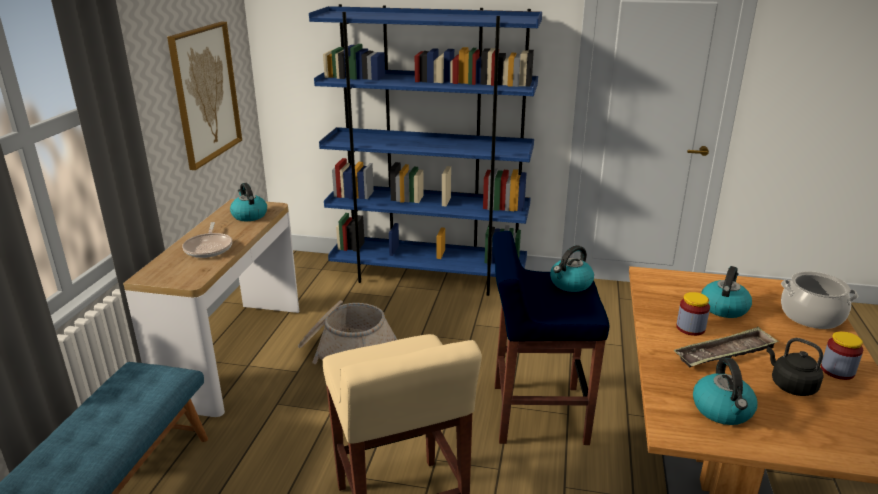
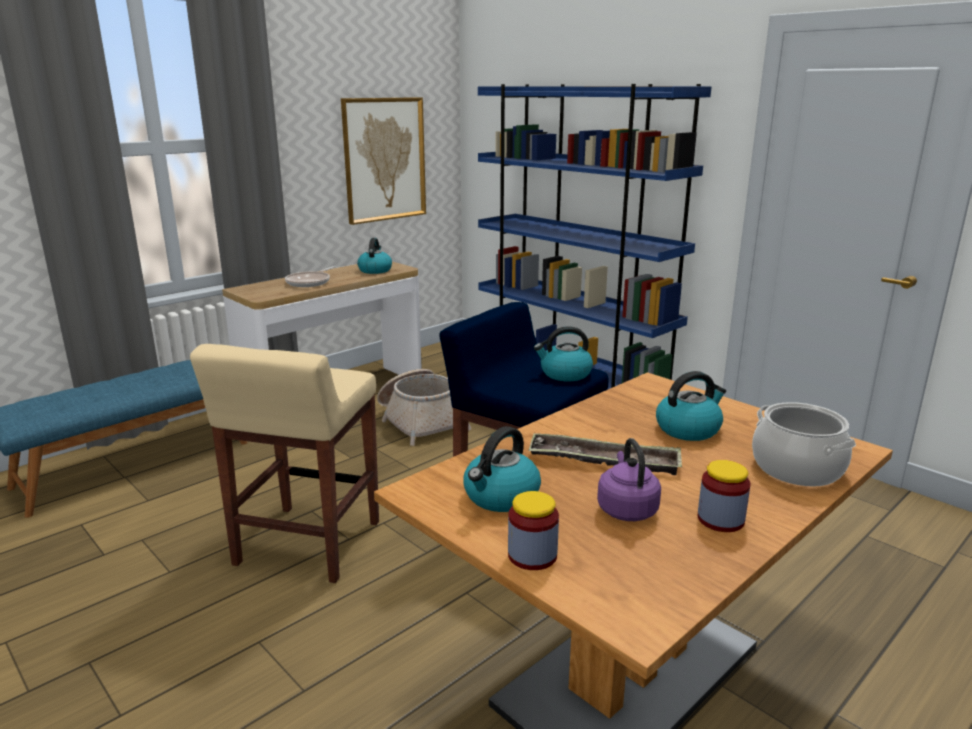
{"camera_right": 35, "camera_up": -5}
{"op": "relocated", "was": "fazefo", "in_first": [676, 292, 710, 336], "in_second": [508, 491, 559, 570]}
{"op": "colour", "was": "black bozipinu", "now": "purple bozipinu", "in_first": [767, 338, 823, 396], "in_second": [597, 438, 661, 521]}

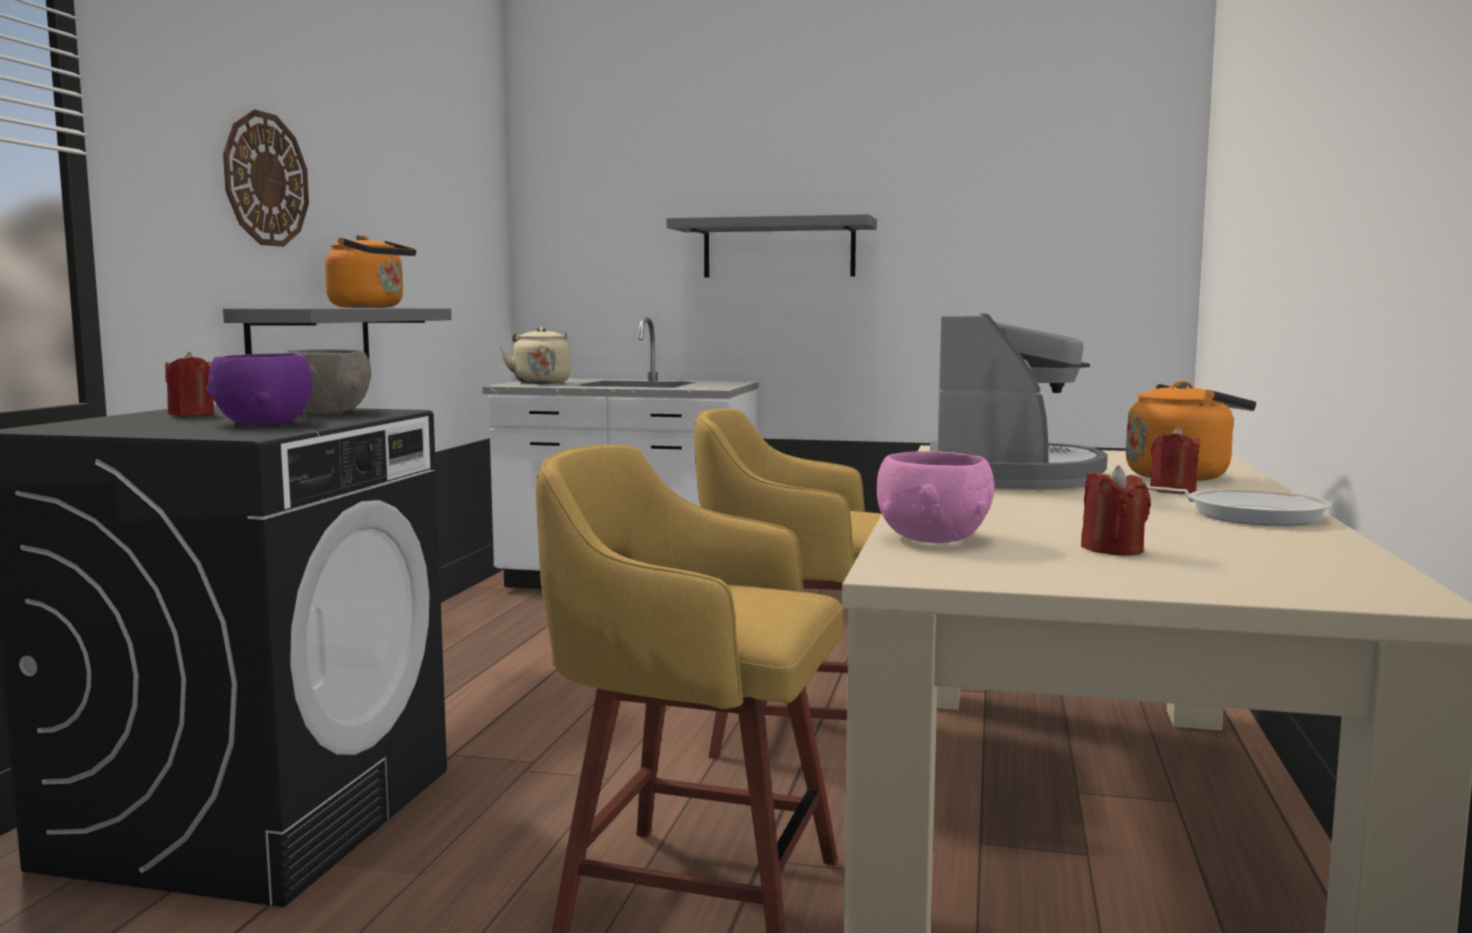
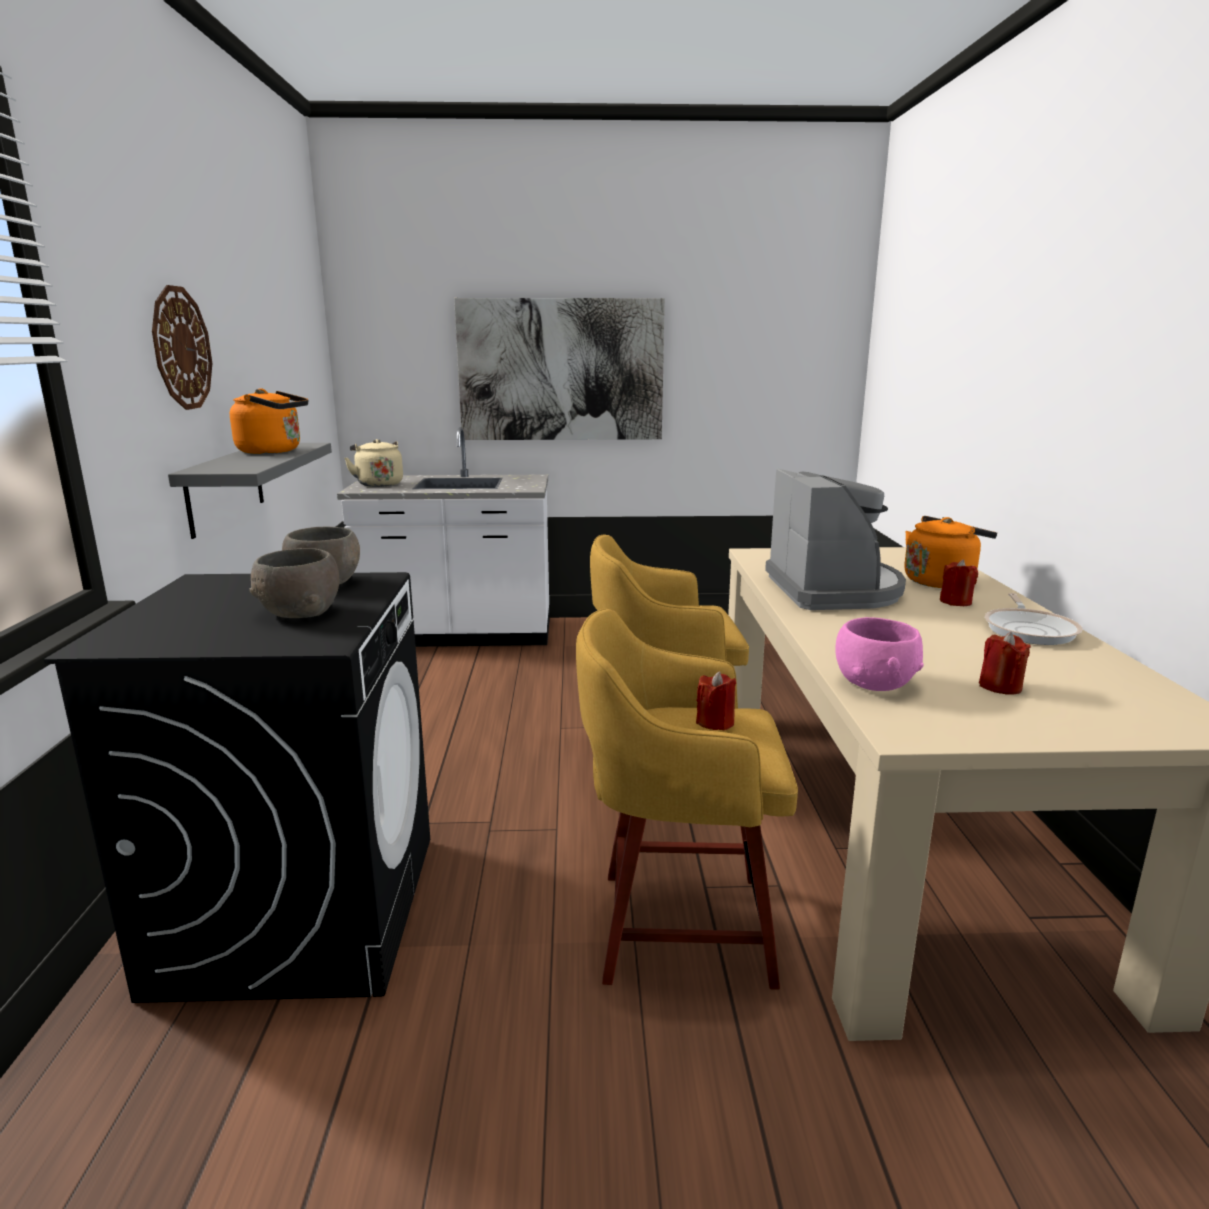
{"camera_right": -15, "camera_up": 10}
{"op": "relocated", "was": "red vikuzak", "in_first": [165, 351, 214, 416], "in_second": [696, 671, 736, 730]}
{"op": "colour", "was": "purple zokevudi", "now": "grey zokevudi", "in_first": [206, 353, 312, 424], "in_second": [249, 548, 339, 618]}
{"op": "exchanged", "was": "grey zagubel", "now": "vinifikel", "in_first": [667, 214, 877, 277], "in_second": [454, 298, 665, 440]}
{"op": "spun", "was": "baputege", "in_first": [1147, 486, 1332, 526], "in_second": [985, 593, 1083, 645], "clockwise": 90}

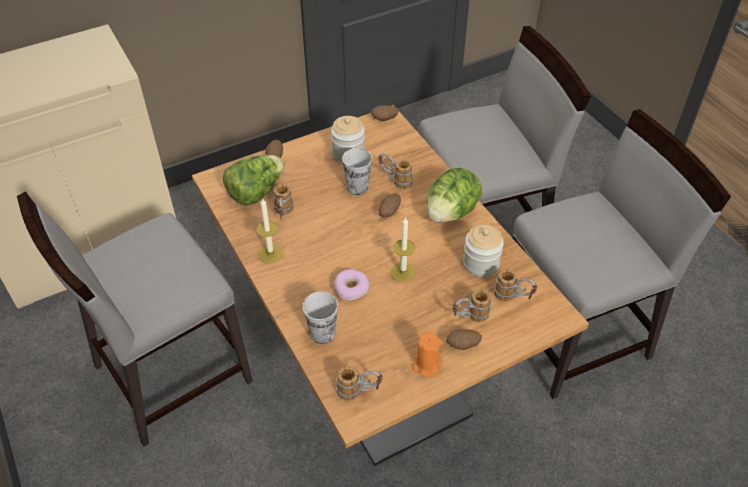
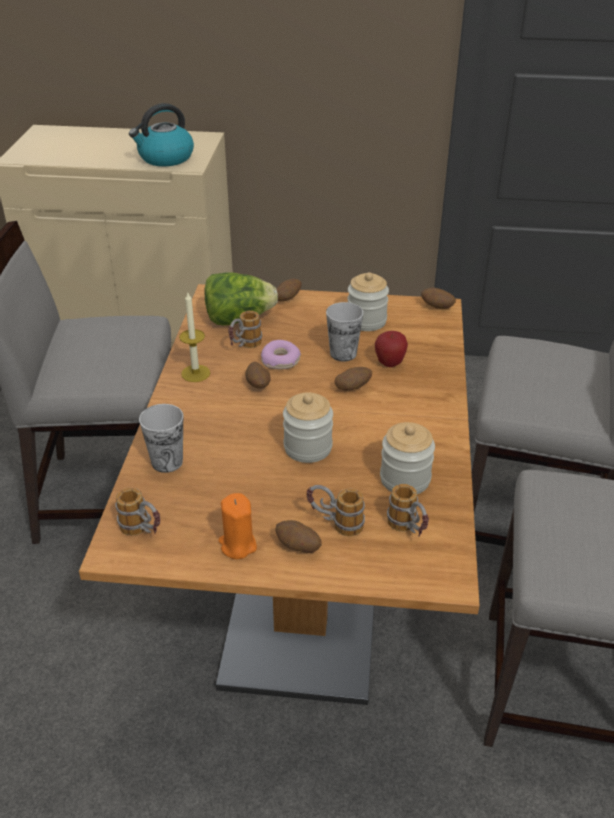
{"camera_right": 35, "camera_up": -10}
{"op": "relocated", "was": "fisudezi", "in_first": [334, 269, 370, 301], "in_second": [261, 340, 301, 369]}
{"op": "exchanged", "was": "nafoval", "now": "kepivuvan", "in_first": [378, 154, 413, 189], "in_second": [375, 331, 408, 367]}
{"op": "exchanged", "was": "vikuzak", "now": "fazefo", "in_first": [391, 217, 415, 282], "in_second": [283, 392, 333, 463]}
{"op": "missing", "was": "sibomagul", "in_first": [427, 168, 482, 223]}
{"op": "appeared", "now": "bozipinu", "in_second": [129, 103, 194, 166]}
{"op": "appeared", "now": "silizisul", "in_second": [245, 362, 271, 389]}

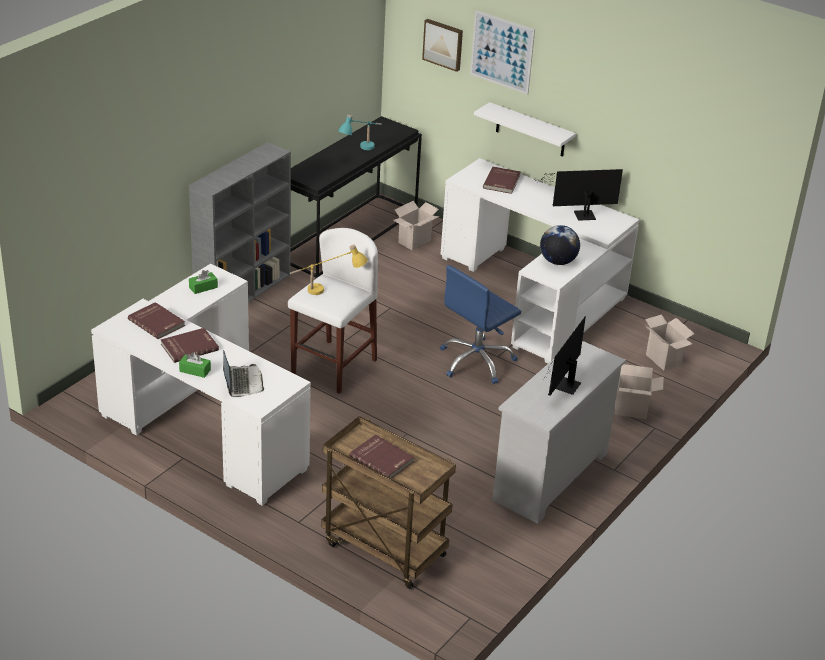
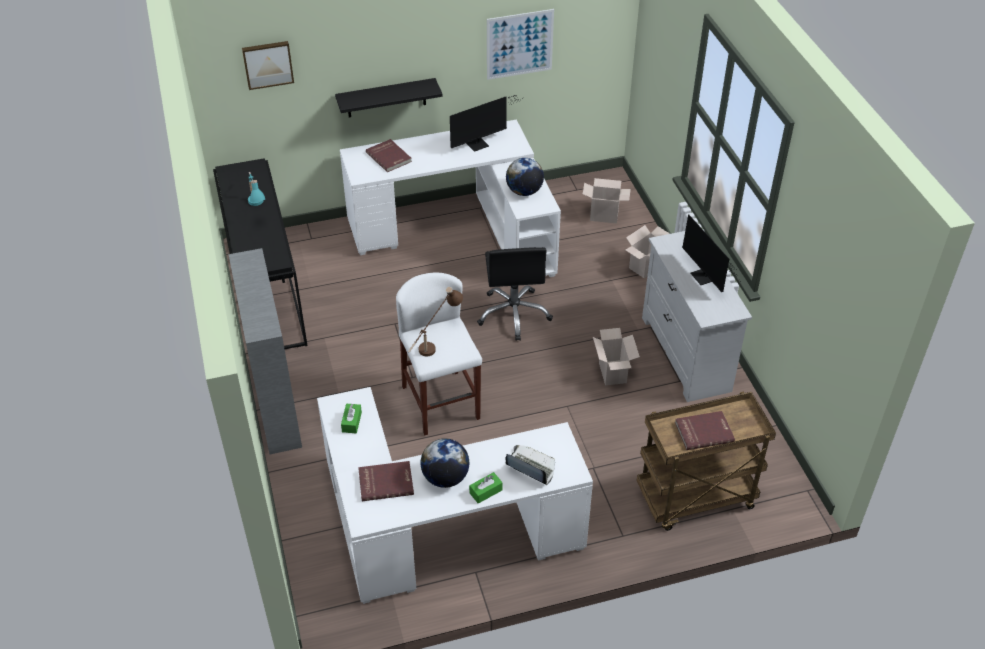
{"camera_right": -50, "camera_up": 10}
{"op": "exchanged", "was": "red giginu", "now": "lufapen", "in_first": [161, 328, 219, 363], "in_second": [421, 438, 469, 488]}
{"op": "colour", "was": "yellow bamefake", "now": "brown bamefake", "in_first": [290, 244, 368, 295], "in_second": [408, 287, 463, 357]}
{"op": "relocated", "was": "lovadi", "in_first": [393, 201, 439, 250], "in_second": [593, 328, 640, 385]}
{"op": "colour", "was": "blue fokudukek", "now": "black fokudukek", "in_first": [440, 265, 521, 384], "in_second": [477, 247, 553, 341]}
{"op": "relocated", "was": "vinifikel", "in_first": [470, 10, 535, 95], "in_second": [487, 9, 554, 80]}
{"op": "colour", "was": "white zagubel", "now": "black zagubel", "in_first": [474, 102, 576, 157], "in_second": [335, 78, 443, 117]}
{"op": "spun", "was": "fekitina", "in_first": [538, 169, 623, 221], "in_second": [450, 95, 521, 152], "clockwise": -150}

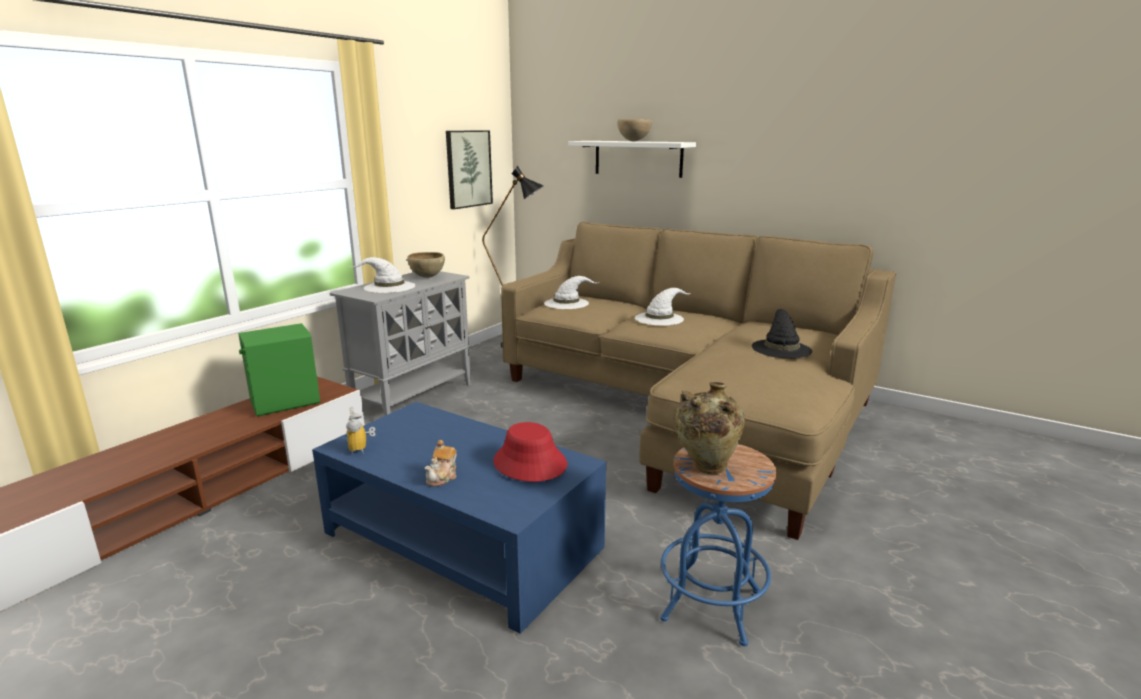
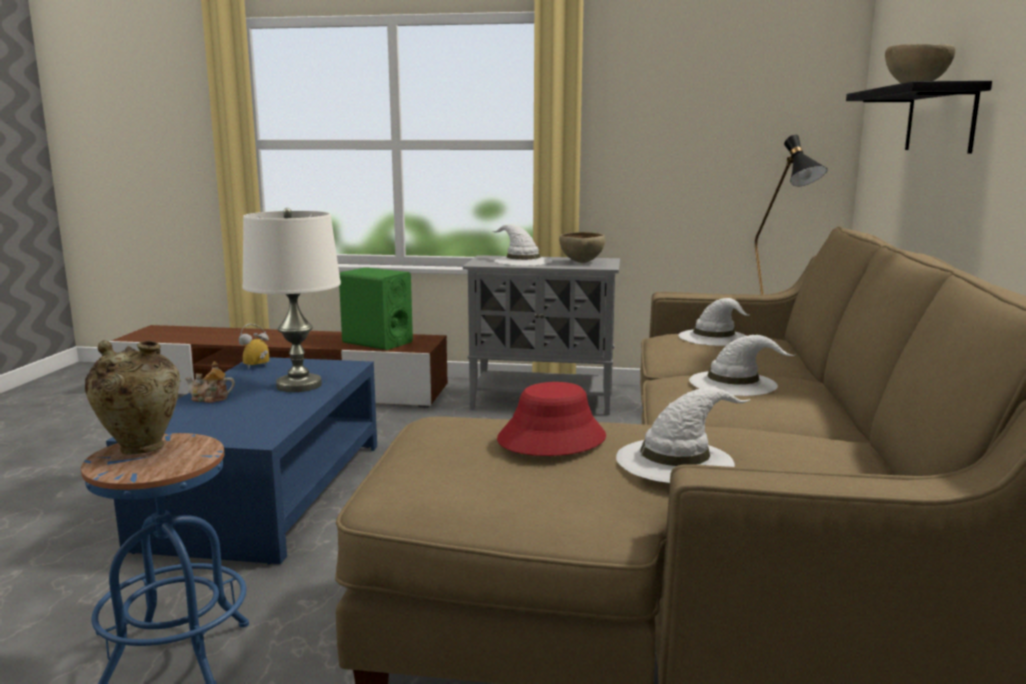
{"camera_right": 65, "camera_up": -5}
{"op": "missing", "was": "vinifikel", "in_first": [446, 130, 493, 209]}
{"op": "relocated", "was": "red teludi", "in_first": [493, 422, 567, 482], "in_second": [497, 382, 606, 456]}
{"op": "colour", "was": "white zagubel", "now": "black zagubel", "in_first": [568, 141, 696, 178], "in_second": [846, 80, 992, 153]}
{"op": "colour", "was": "black teludi", "now": "white teludi", "in_first": [752, 309, 812, 358], "in_second": [616, 387, 751, 483]}
{"op": "appeared", "now": "white bamefake", "in_second": [242, 208, 341, 392]}

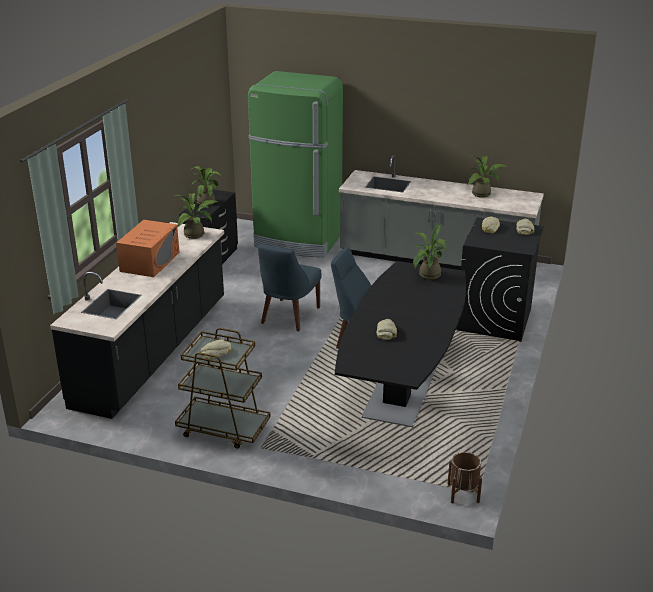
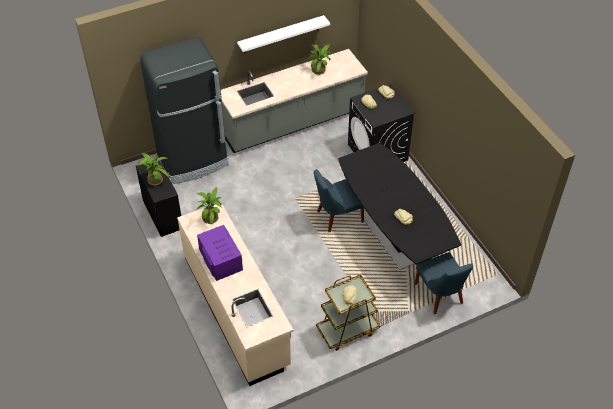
{"camera_right": -45, "camera_up": 20}
{"op": "colour", "was": "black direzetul", "now": "beige direzetul", "in_first": [50, 222, 224, 419], "in_second": [177, 205, 293, 386]}
{"op": "colour", "was": "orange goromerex", "now": "purple goromerex", "in_first": [116, 220, 179, 277], "in_second": [197, 225, 243, 281]}
{"op": "colour", "was": "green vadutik", "now": "black vadutik", "in_first": [248, 71, 343, 258], "in_second": [140, 37, 229, 184]}
{"op": "relocated", "was": "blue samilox", "in_first": [258, 244, 322, 331], "in_second": [415, 252, 473, 314]}
{"op": "missing", "was": "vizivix", "in_first": [413, 224, 449, 280]}
{"op": "missing", "was": "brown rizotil", "in_first": [448, 452, 482, 503]}
{"op": "appeared", "now": "white zagubel", "in_second": [237, 15, 330, 53]}

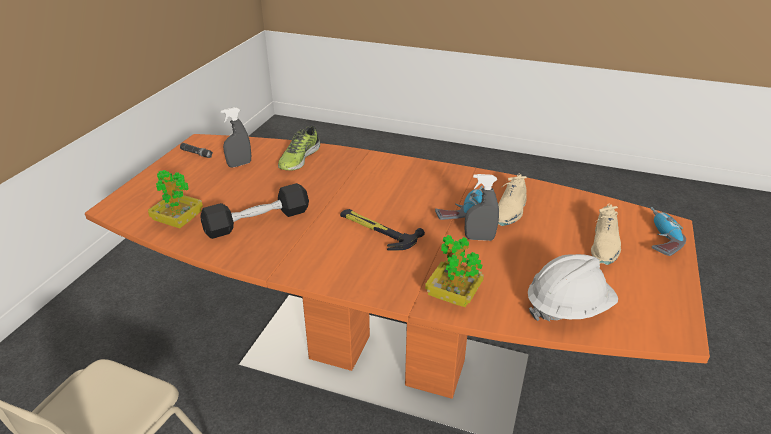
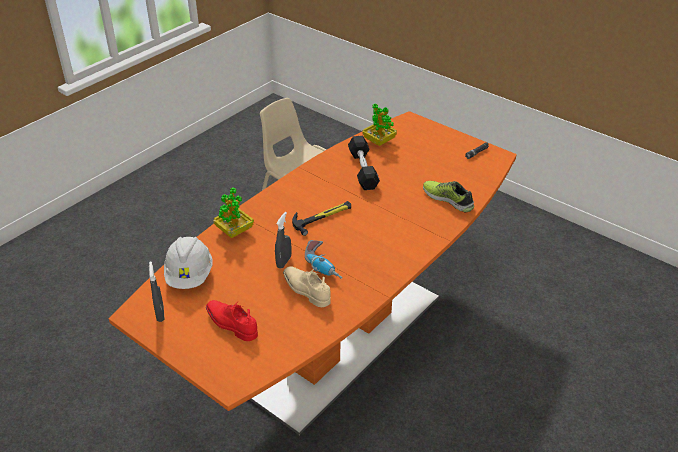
{"camera_right": 110, "camera_up": 5}
{"op": "relocated", "was": "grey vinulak", "in_first": [221, 107, 251, 168], "in_second": [149, 261, 165, 322]}
{"op": "colour", "was": "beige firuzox", "now": "red firuzox", "in_first": [591, 204, 621, 265], "in_second": [206, 300, 258, 341]}
{"op": "missing", "was": "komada", "in_first": [650, 207, 686, 256]}

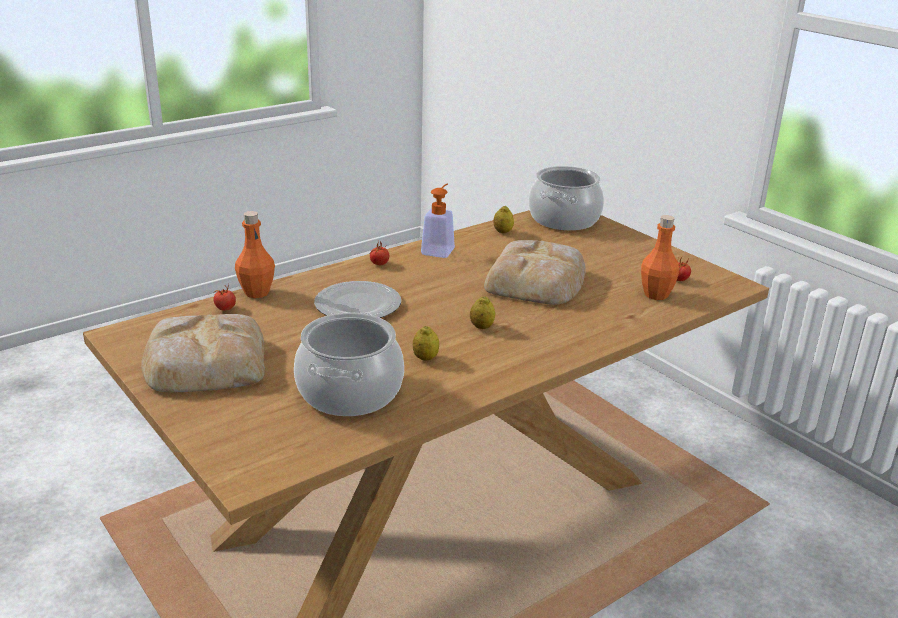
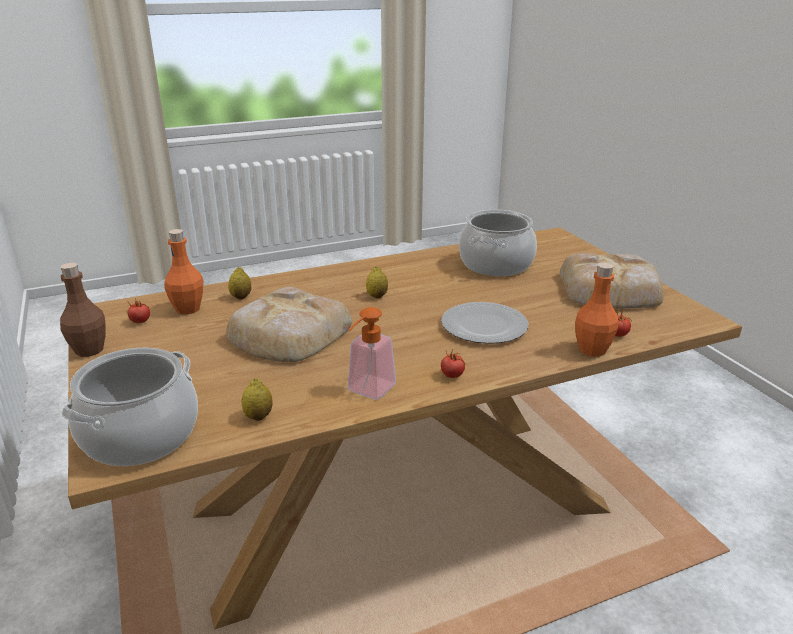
{"camera_right": -165, "camera_up": 0}
{"op": "relocated", "was": "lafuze", "in_first": [413, 326, 439, 361], "in_second": [228, 267, 251, 300]}
{"op": "appeared", "now": "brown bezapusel", "in_second": [60, 263, 106, 357]}

